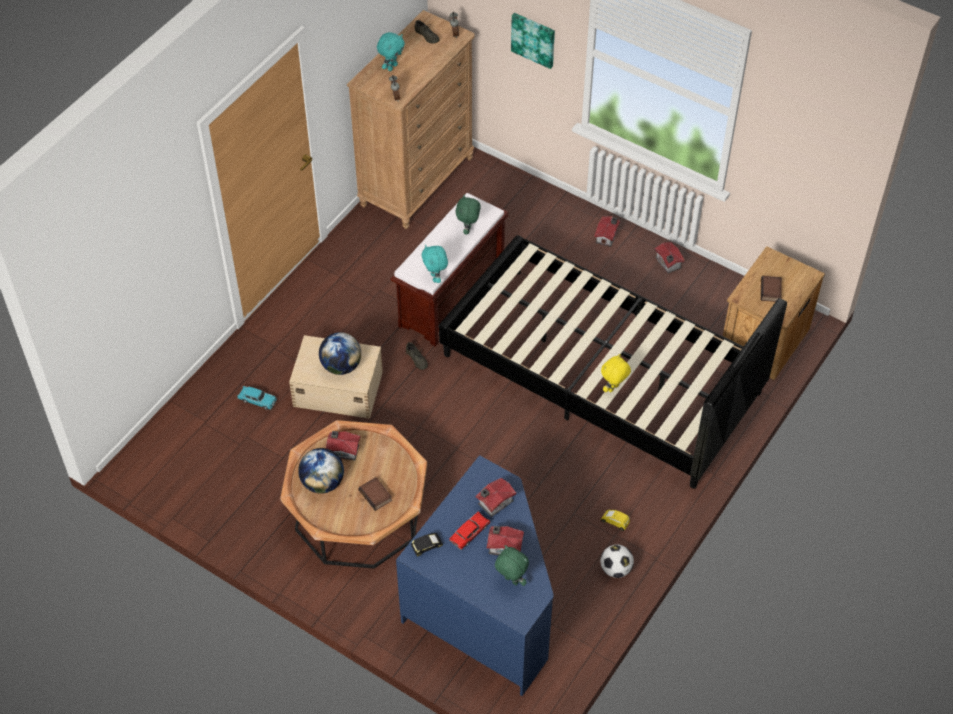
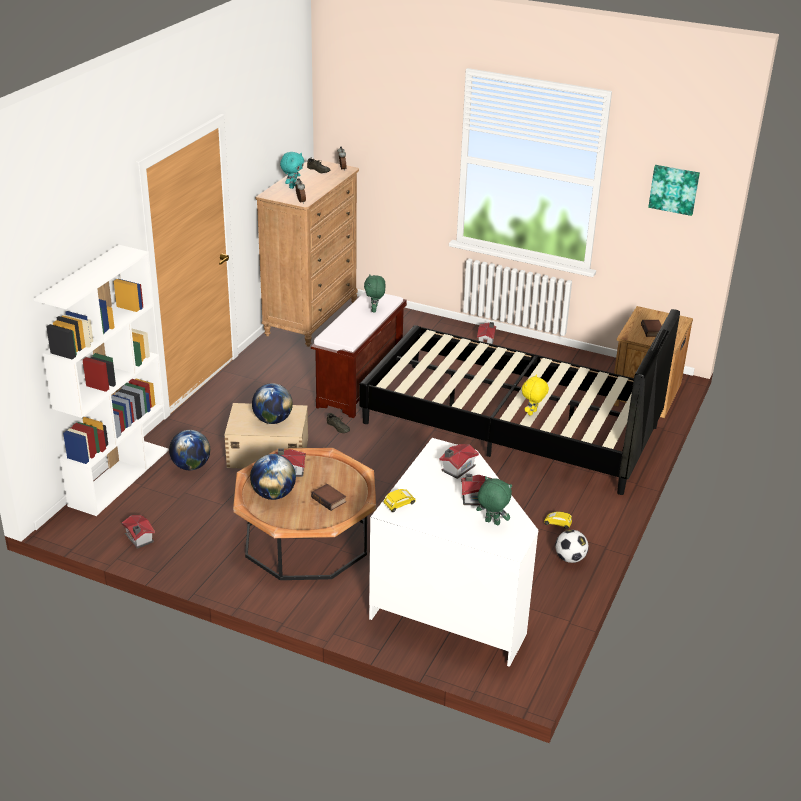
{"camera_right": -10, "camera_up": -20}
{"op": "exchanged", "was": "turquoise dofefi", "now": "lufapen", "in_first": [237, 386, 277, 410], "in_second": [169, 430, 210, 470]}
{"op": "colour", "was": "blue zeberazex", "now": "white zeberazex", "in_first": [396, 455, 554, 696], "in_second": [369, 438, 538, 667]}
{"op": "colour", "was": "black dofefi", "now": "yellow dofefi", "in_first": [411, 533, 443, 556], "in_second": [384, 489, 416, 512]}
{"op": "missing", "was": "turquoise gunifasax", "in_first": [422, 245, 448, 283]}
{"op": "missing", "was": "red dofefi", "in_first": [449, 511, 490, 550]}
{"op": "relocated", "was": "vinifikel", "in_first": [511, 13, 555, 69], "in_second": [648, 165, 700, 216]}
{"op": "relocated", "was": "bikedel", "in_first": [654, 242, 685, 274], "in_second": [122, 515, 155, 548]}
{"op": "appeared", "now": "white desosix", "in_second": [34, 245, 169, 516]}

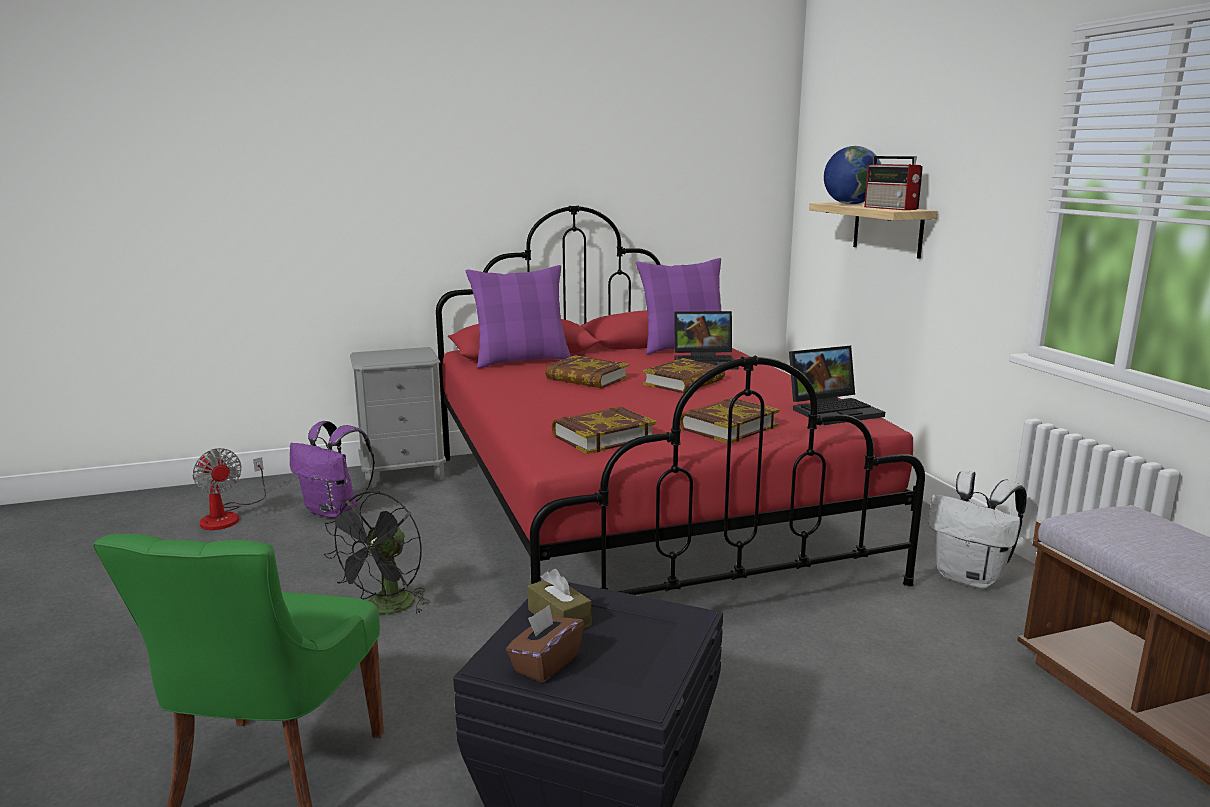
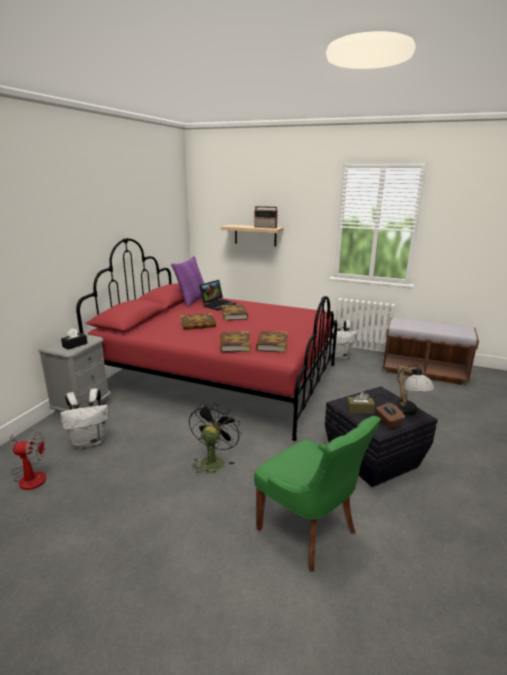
{"camera_right": -50, "camera_up": 5}
{"op": "colour", "was": "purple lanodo", "now": "white lanodo", "in_first": [290, 421, 375, 518], "in_second": [60, 388, 109, 449]}
{"op": "spun", "was": "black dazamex", "in_first": [324, 491, 430, 615], "in_second": [189, 403, 241, 476], "clockwise": -135}
{"op": "missing", "was": "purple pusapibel", "in_first": [465, 265, 571, 368]}
{"op": "relocated", "was": "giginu", "in_first": [680, 398, 780, 443], "in_second": [220, 331, 251, 352]}
{"op": "missing", "was": "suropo", "in_first": [789, 346, 885, 425]}
{"op": "missing", "was": "lufapen", "in_first": [824, 146, 881, 205]}
{"op": "appeared", "now": "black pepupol", "in_second": [61, 328, 88, 350]}
{"op": "appeared", "now": "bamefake", "in_second": [390, 365, 434, 415]}

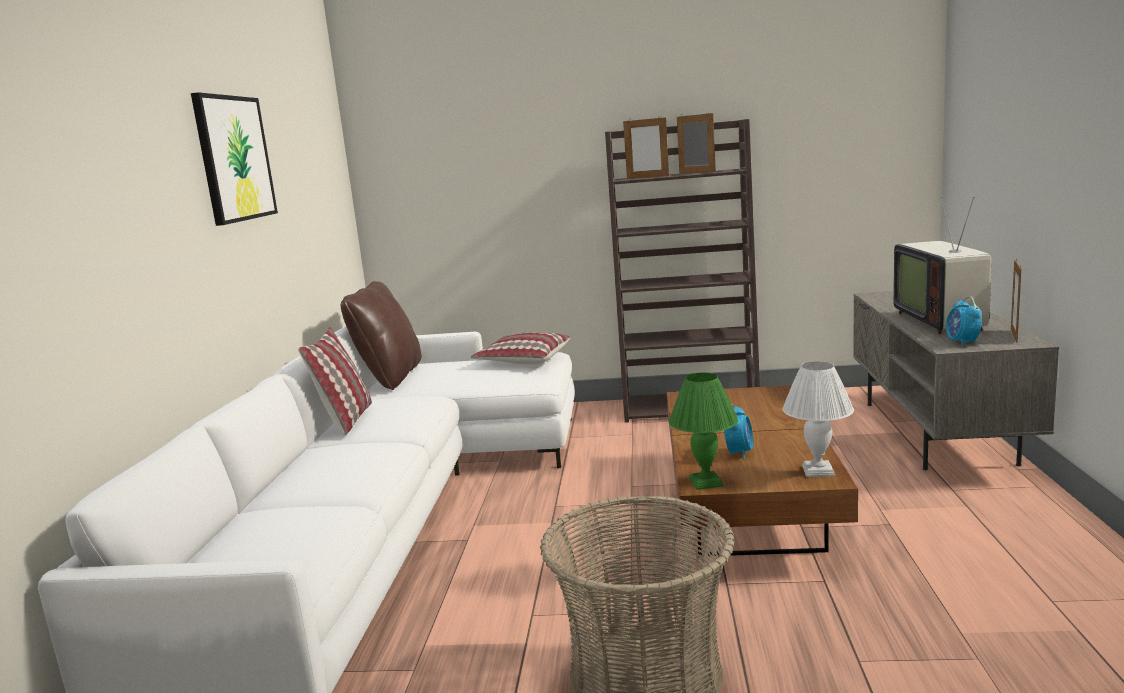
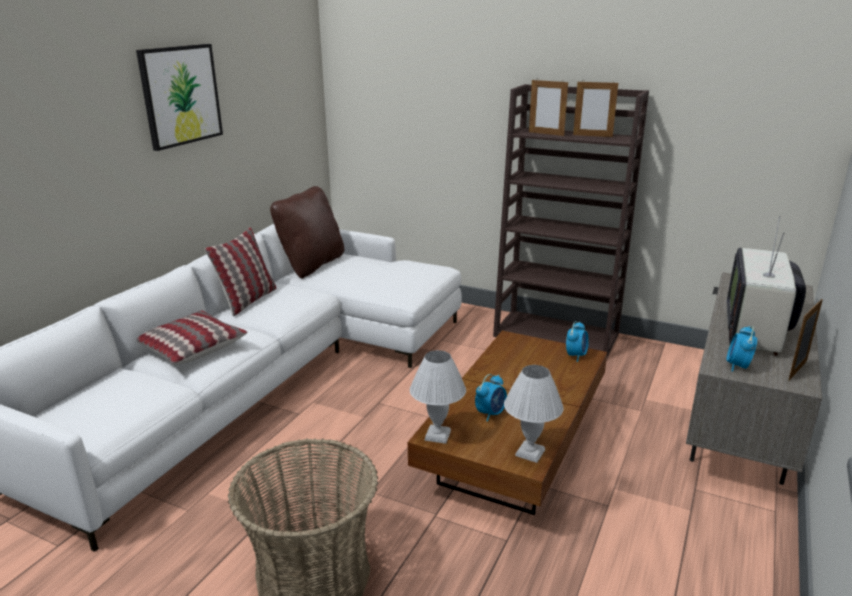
{"camera_right": 20, "camera_up": 10}
{"op": "relocated", "was": "pusapibel", "in_first": [471, 332, 571, 364], "in_second": [137, 310, 248, 365]}
{"op": "colour", "was": "green bamefake", "now": "white bamefake", "in_first": [669, 373, 738, 490], "in_second": [410, 350, 466, 444]}
{"op": "spun", "was": "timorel", "in_first": [677, 112, 716, 174], "in_second": [573, 80, 618, 137], "clockwise": 135}
{"op": "appeared", "now": "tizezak", "in_second": [566, 321, 589, 362]}

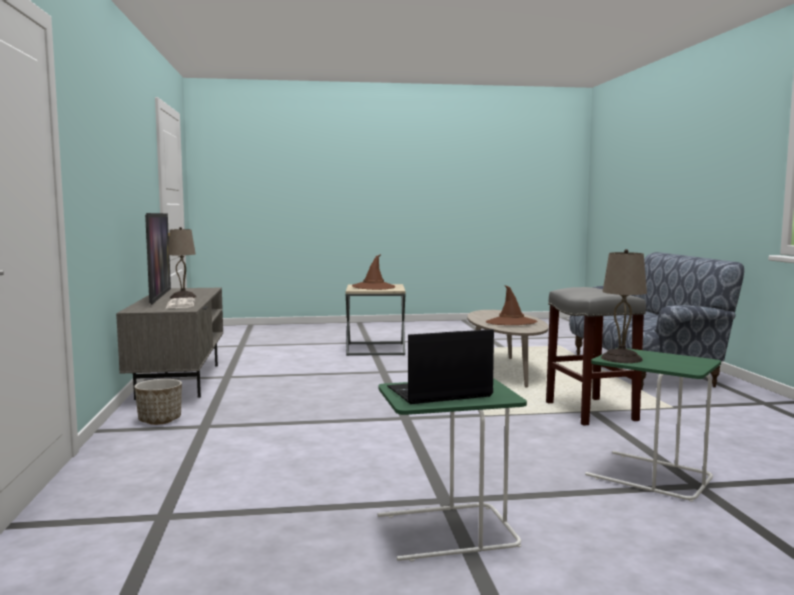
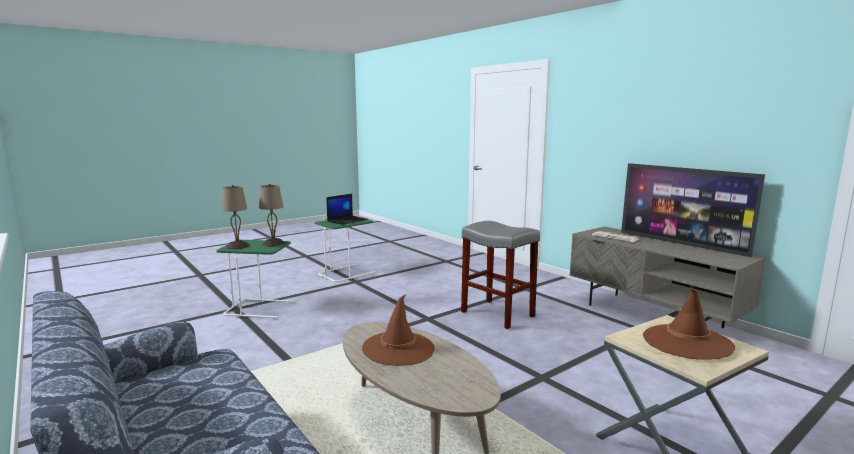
{"camera_right": 150, "camera_up": 5}
{"op": "missing", "was": "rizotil", "in_first": [134, 379, 182, 425]}
{"op": "relocated", "was": "beige bamefake", "in_first": [168, 227, 197, 299], "in_second": [222, 185, 250, 249]}
{"op": "relocated", "was": "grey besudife", "in_first": [546, 287, 646, 426], "in_second": [461, 221, 540, 329]}

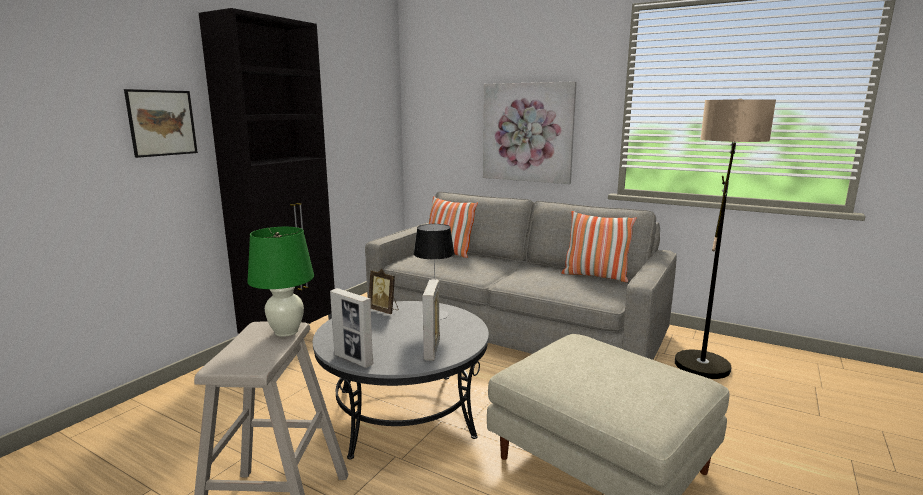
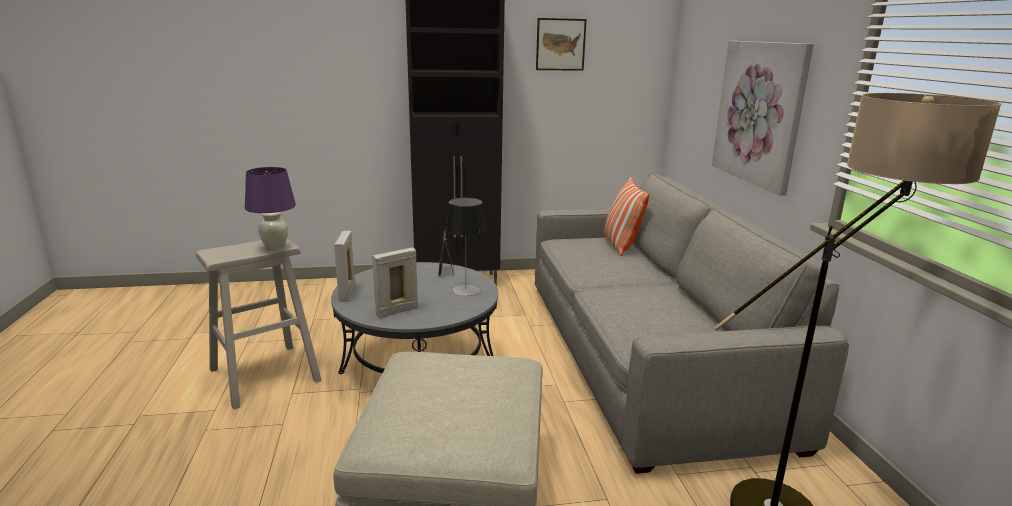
{"camera_right": 50, "camera_up": 5}
{"op": "relocated", "was": "vinifikel", "in_first": [124, 89, 198, 158], "in_second": [536, 18, 587, 71]}
{"op": "colour", "was": "green bamefake", "now": "purple bamefake", "in_first": [247, 227, 314, 337], "in_second": [245, 167, 296, 251]}
{"op": "missing", "was": "pusapibel", "in_first": [561, 211, 636, 282]}

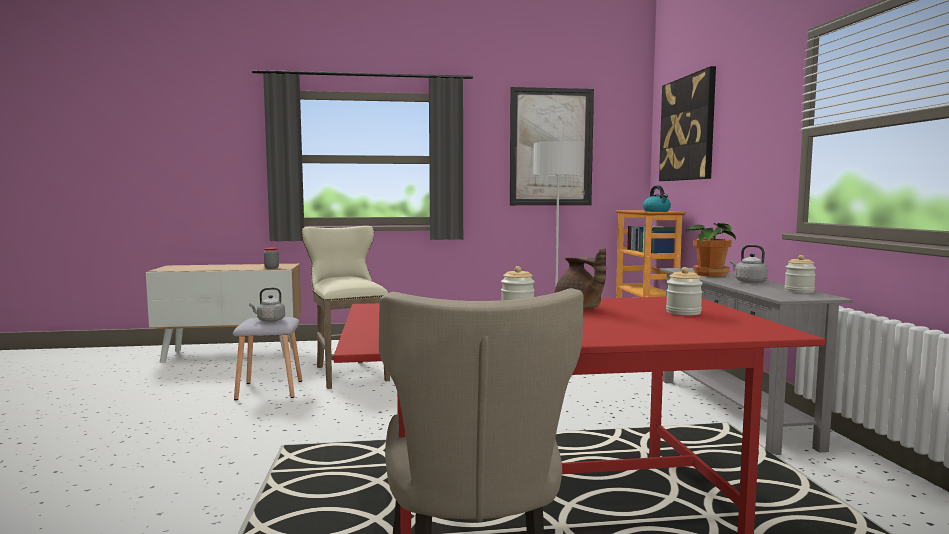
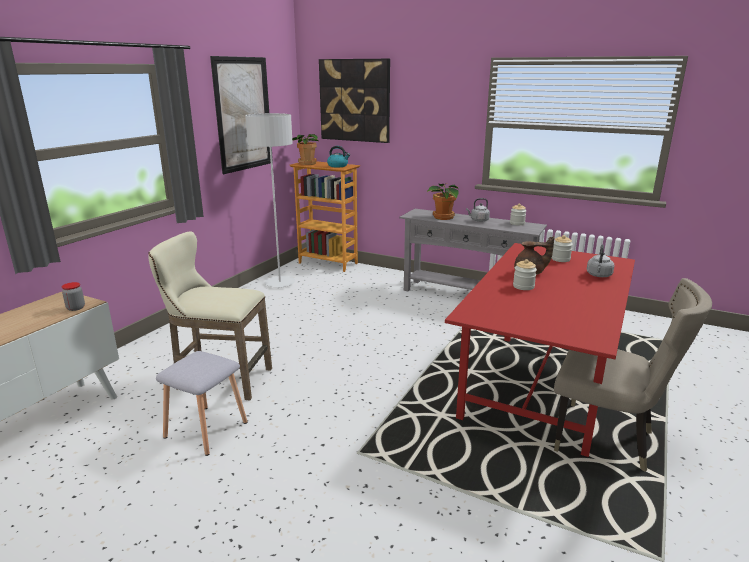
{"camera_right": -55, "camera_up": 15}
{"op": "relocated", "was": "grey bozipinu", "in_first": [249, 287, 285, 322], "in_second": [587, 244, 615, 277]}
{"op": "appeared", "now": "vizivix", "in_second": [292, 134, 318, 165]}

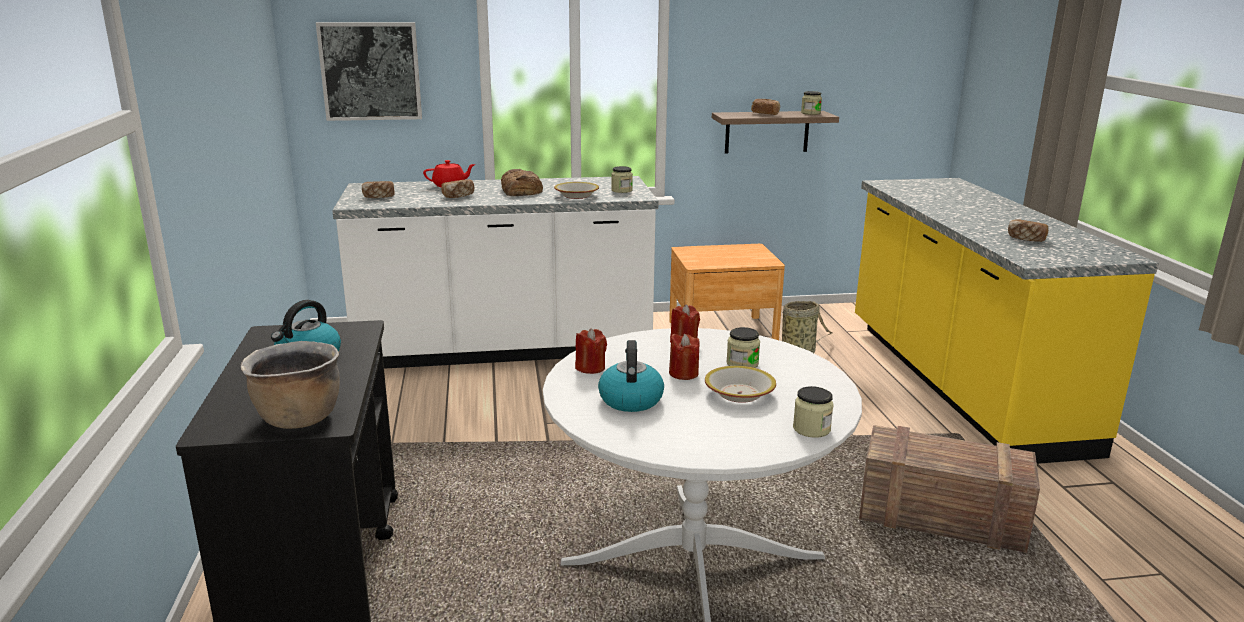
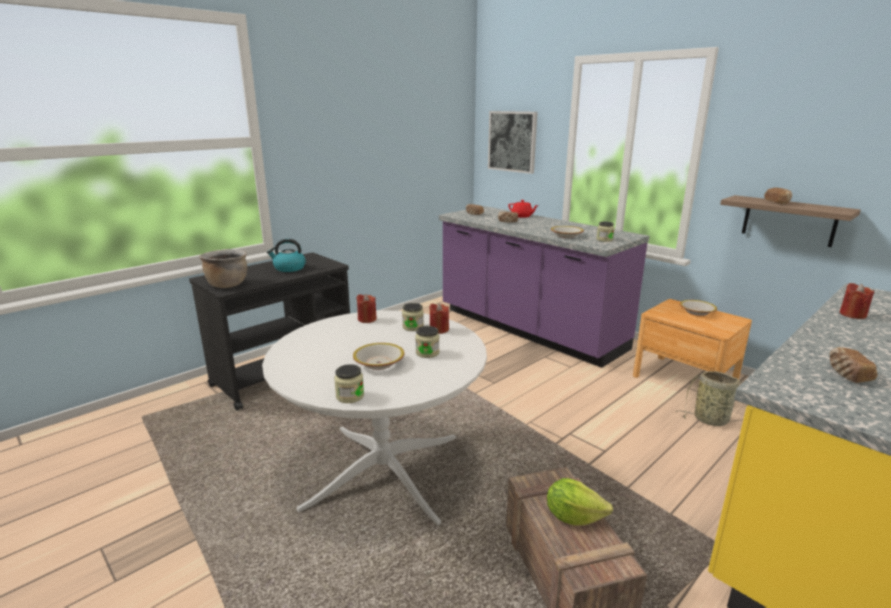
{"camera_right": 55, "camera_up": 0}
{"op": "colour", "was": "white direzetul", "now": "purple direzetul", "in_first": [332, 176, 658, 369], "in_second": [439, 206, 650, 368]}
{"op": "missing", "was": "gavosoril", "in_first": [501, 169, 543, 196]}
{"op": "missing", "was": "bozipinu", "in_first": [598, 340, 664, 412]}
{"op": "relocated", "was": "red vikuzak", "in_first": [669, 334, 700, 380], "in_second": [840, 283, 874, 319]}
{"op": "relocated", "was": "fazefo", "in_first": [801, 91, 822, 115], "in_second": [402, 303, 424, 331]}
{"op": "appeared", "now": "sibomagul", "in_second": [547, 478, 613, 526]}
{"op": "appeared", "now": "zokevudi", "in_second": [680, 300, 717, 316]}

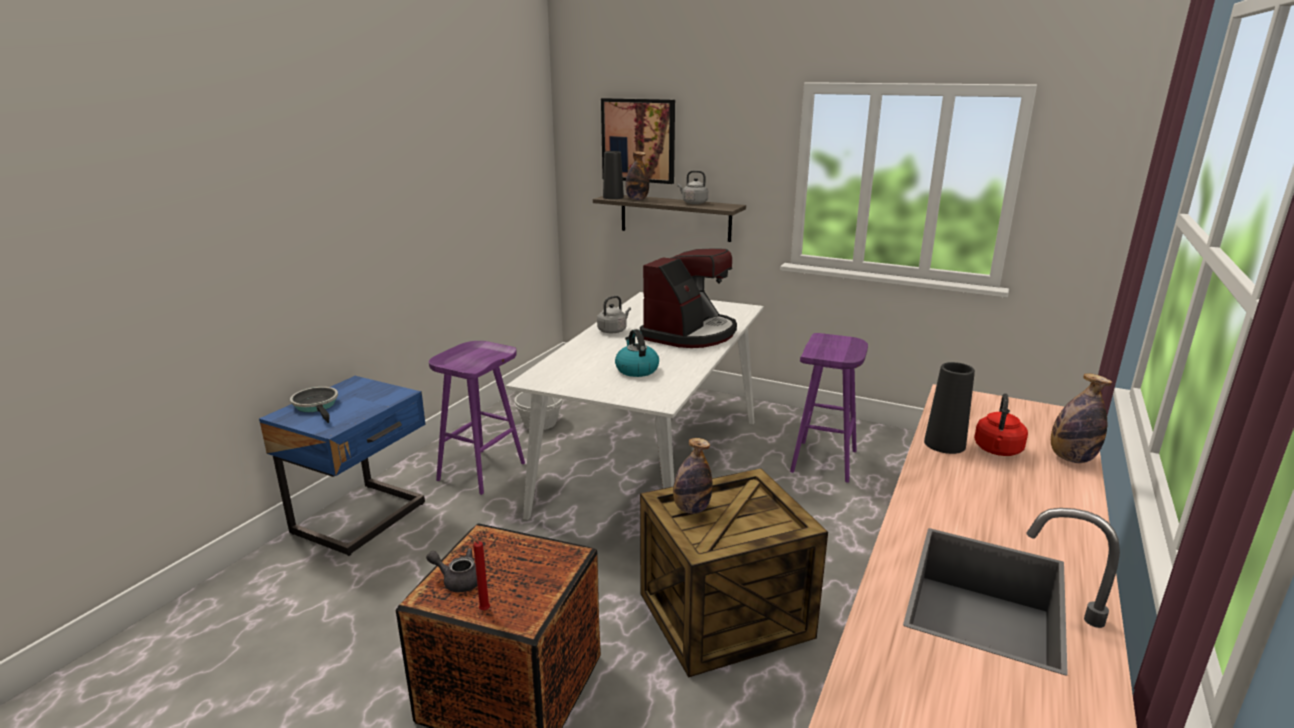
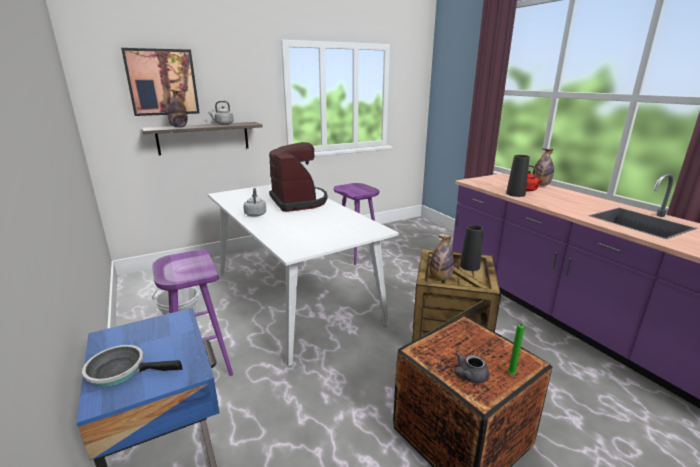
{"camera_right": -55, "camera_up": 0}
{"op": "colour", "was": "red vikuzak", "now": "green vikuzak", "in_first": [468, 535, 490, 610], "in_second": [508, 323, 525, 375]}
{"op": "relocated", "was": "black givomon", "in_first": [603, 151, 624, 199], "in_second": [460, 225, 483, 271]}
{"op": "missing", "was": "bozipinu", "in_first": [615, 329, 659, 377]}

